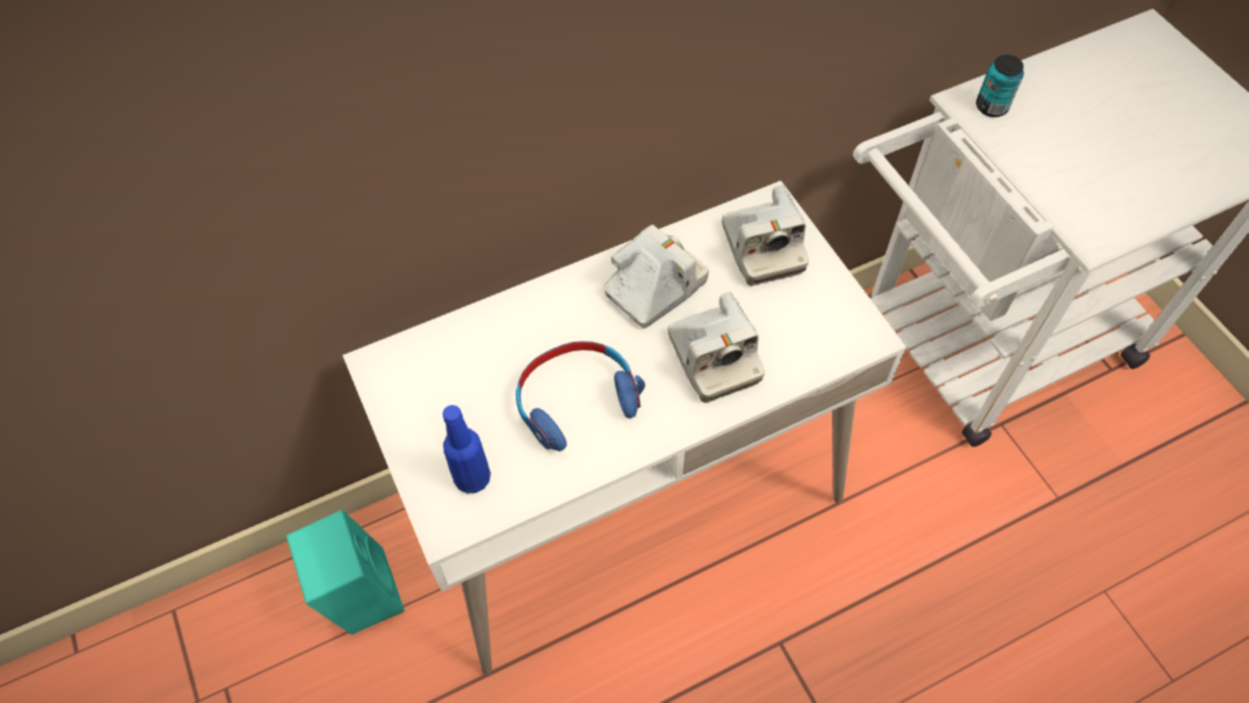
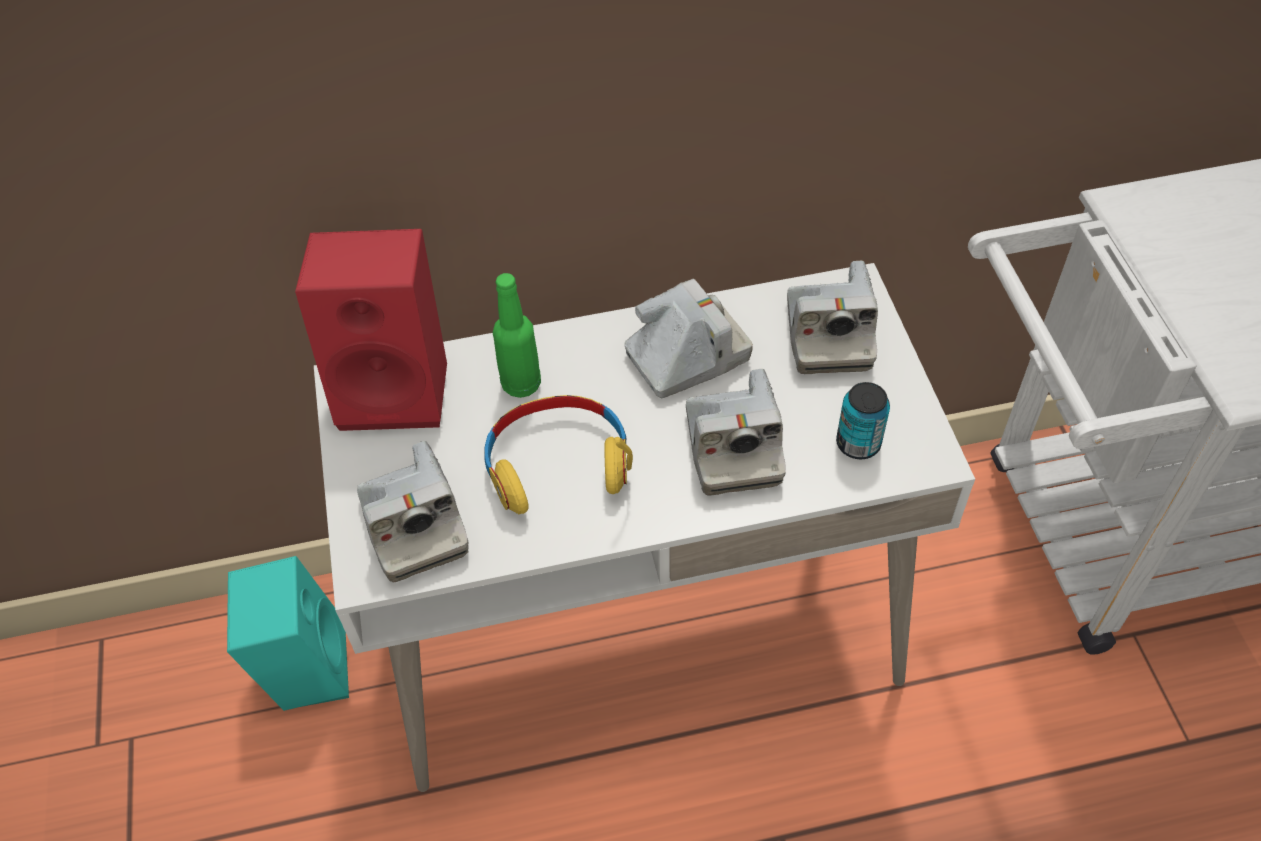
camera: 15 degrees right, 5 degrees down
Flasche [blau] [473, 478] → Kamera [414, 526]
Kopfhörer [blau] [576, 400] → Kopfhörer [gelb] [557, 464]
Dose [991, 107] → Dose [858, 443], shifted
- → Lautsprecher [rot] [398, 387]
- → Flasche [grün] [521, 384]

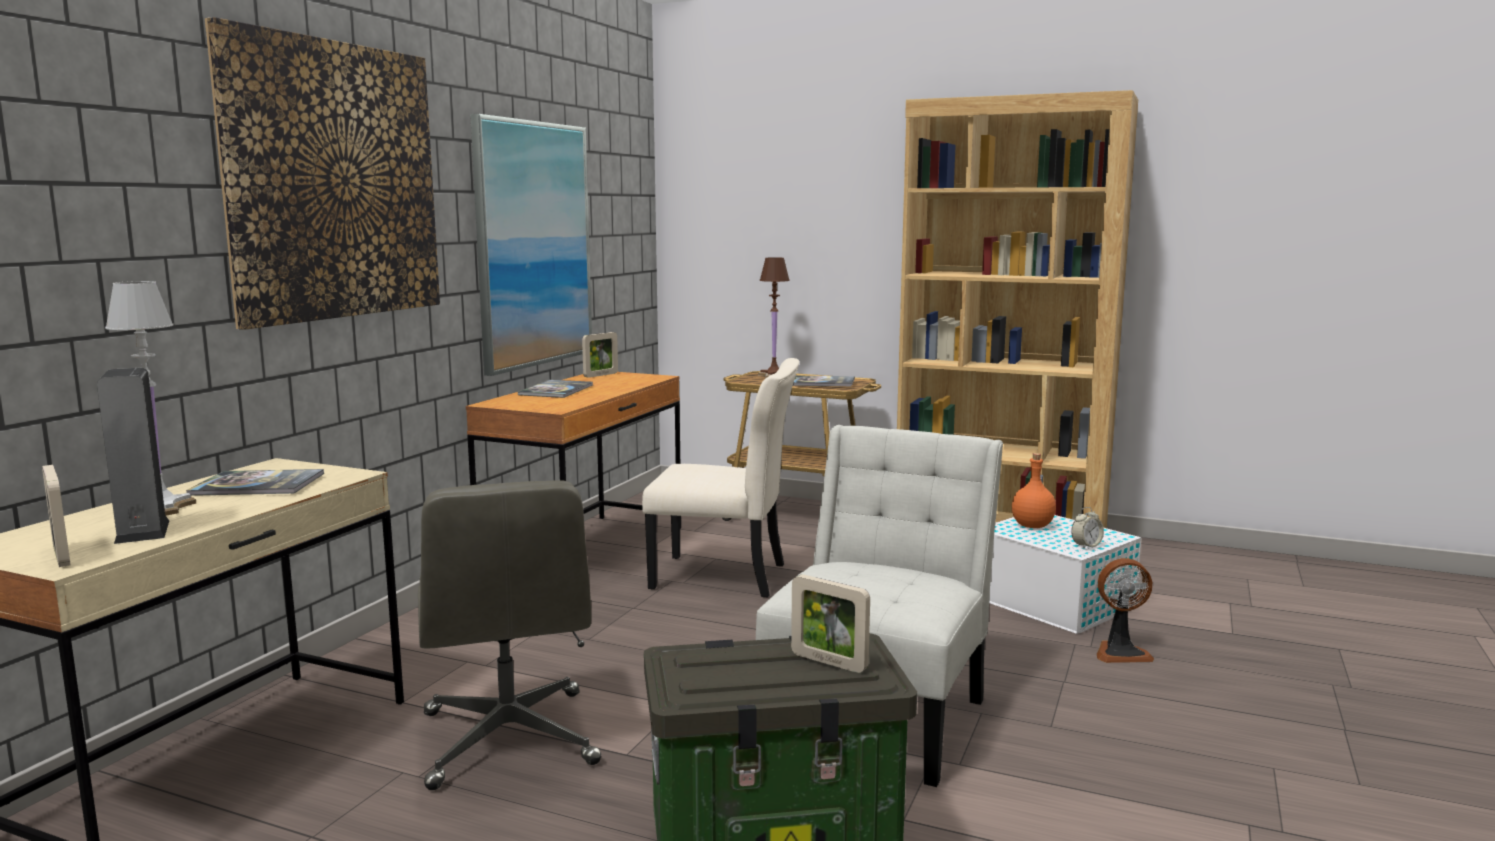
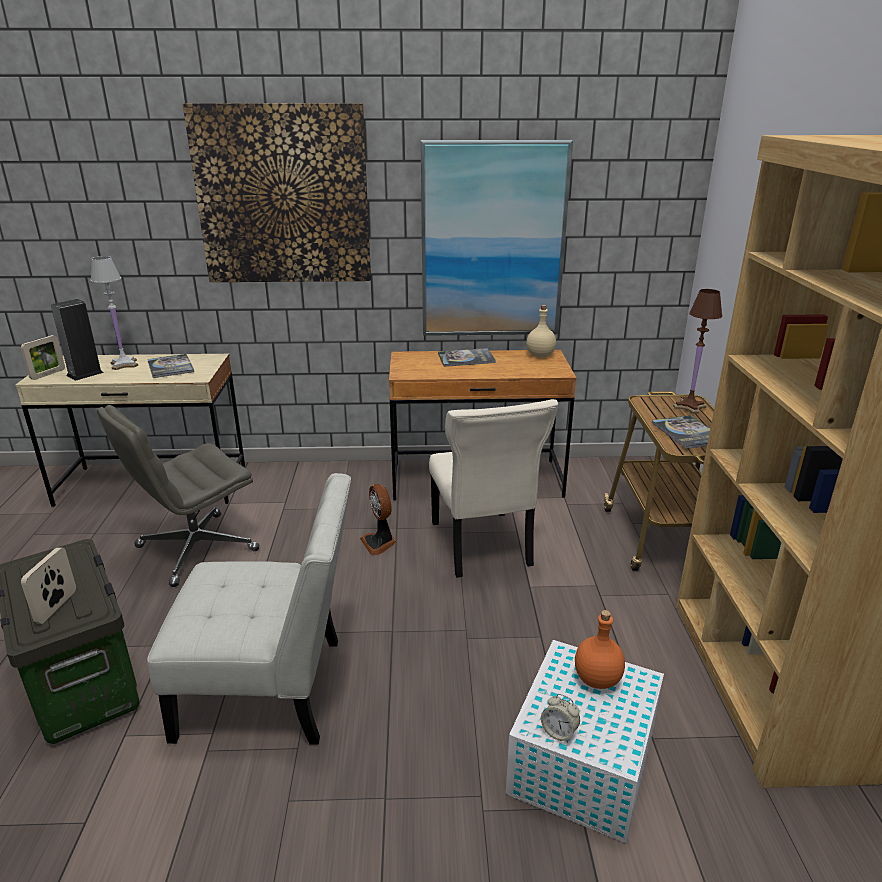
camera: 65 degrees right, 15 degrees up
Bilderrahmen [601, 375] → Flasche [beige] [540, 355]
Ventilator [1120, 653] → Ventilator [379, 543], shifted

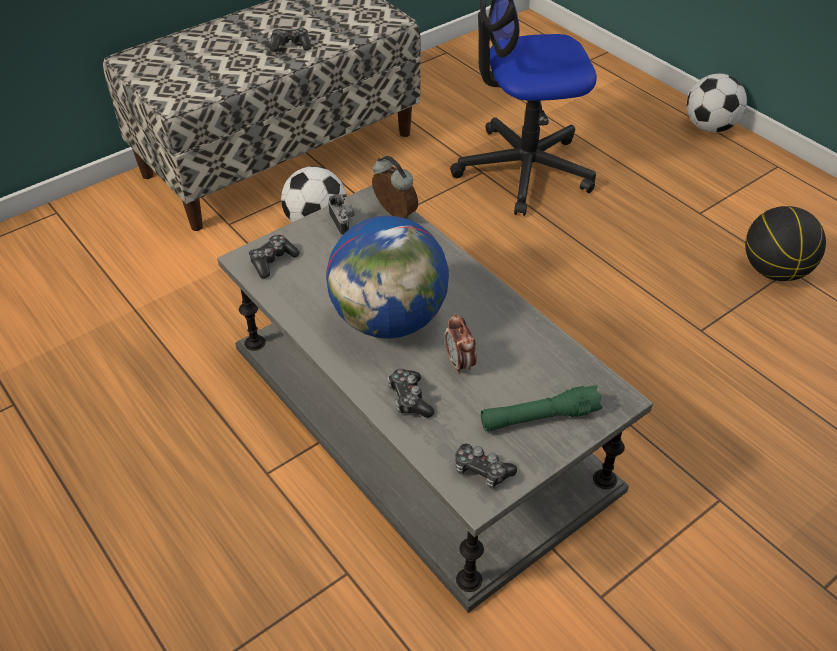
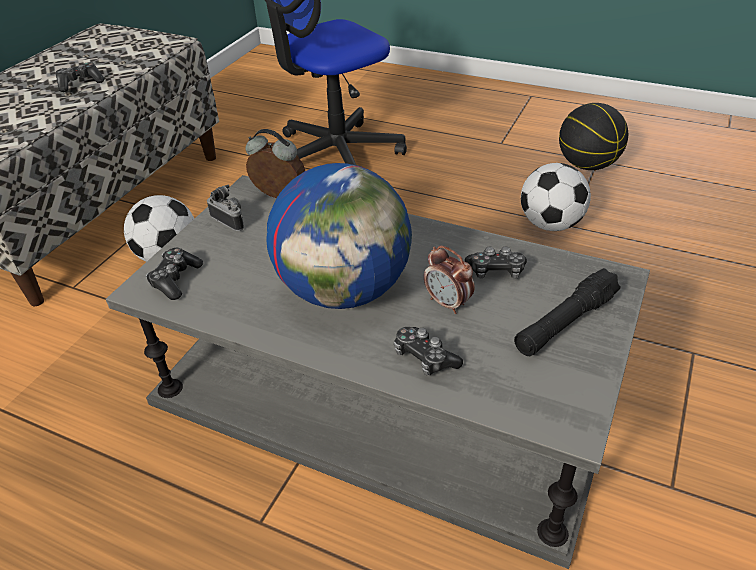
camera: 25 degrees left, 5 degrees down
Gamepad [481, 471] → Gamepad [496, 271], shifted
Taschenlampe [grün] [539, 418] → Taschenlampe [schwarz] [565, 323]
Fußball [710, 127] → Fußball [551, 224], shifted

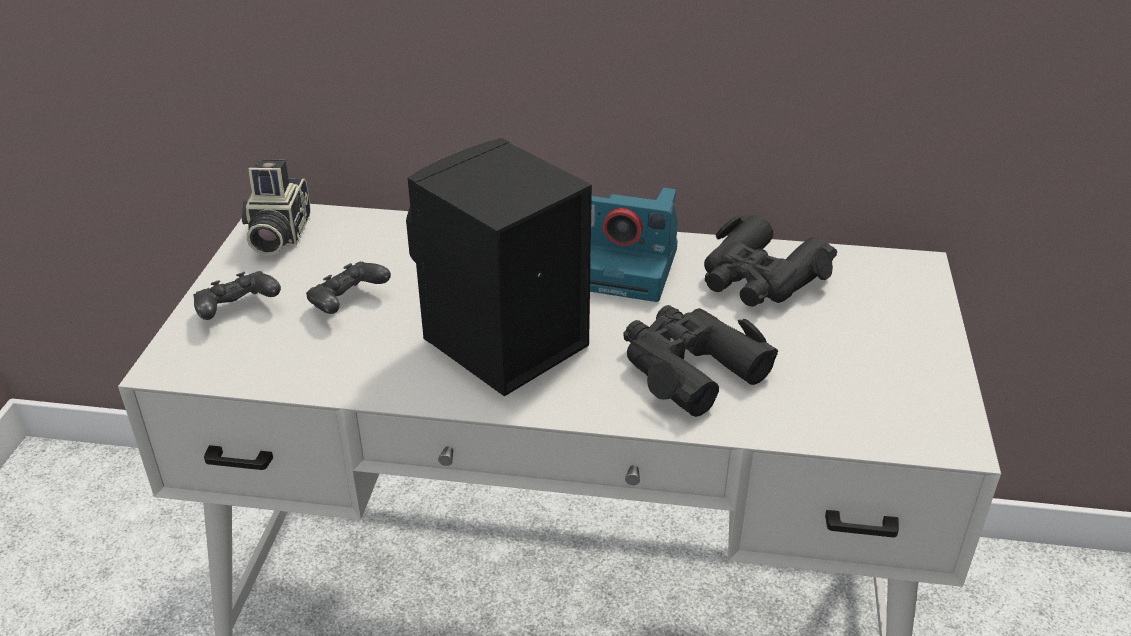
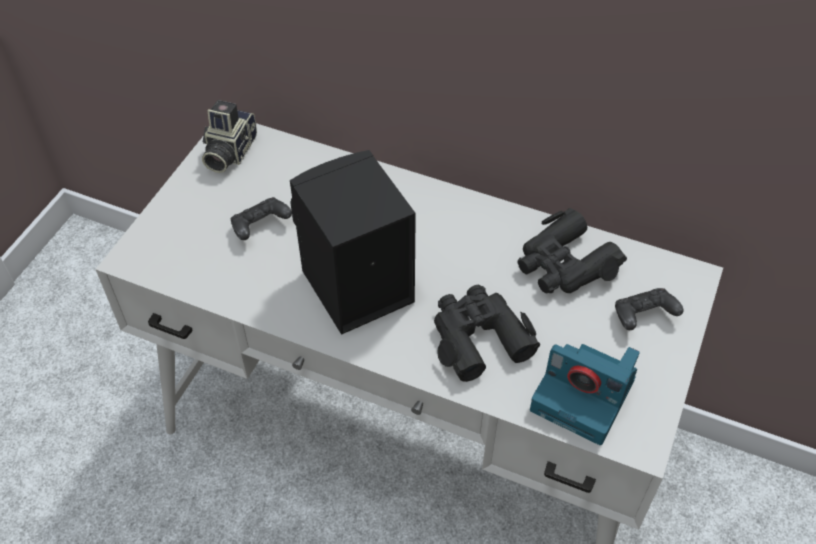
camera: 15 degrees right, 15 degrees up
Gamepad [schwarz] [237, 310] → Gamepad [schwarz] [643, 317], shifted
Kamera [627, 267] → Kamera [585, 396], shifted

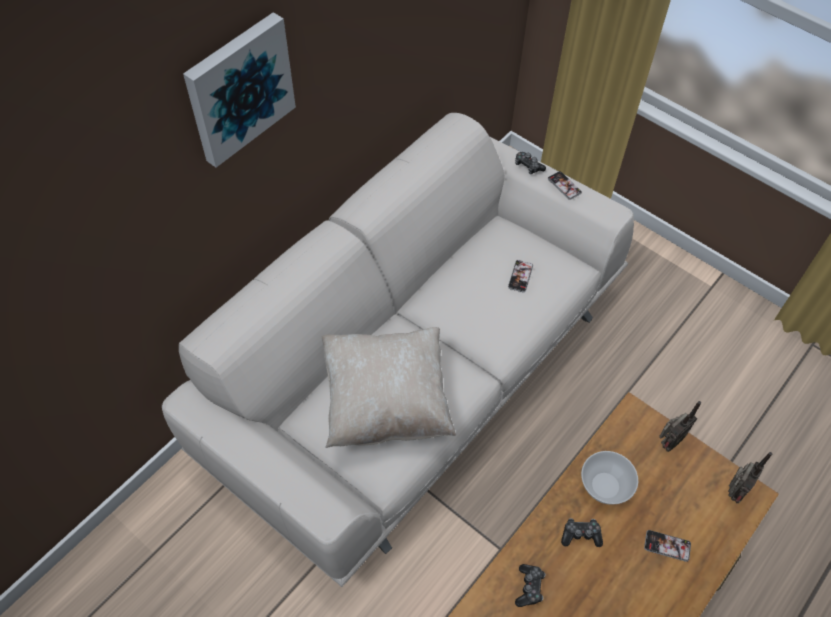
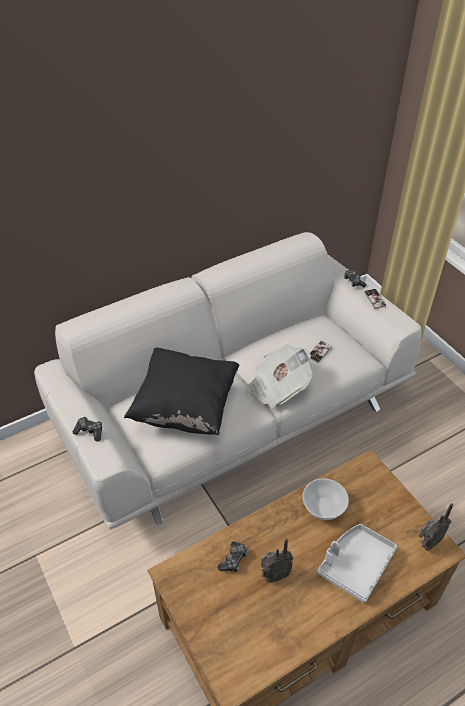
camera: 20 degrees right, 10 degrees down
Bild [238, 88] → -
Kissen [beige] [386, 401] → Kissen [schwarz] [185, 407]
Gamepad [580, 535] → Gamepad [89, 431], shifted
Handy [667, 546] → Tablett [grau] [355, 565]
Radio [667, 442] → Radio [274, 575], shifted
- → Zeitung [277, 387]

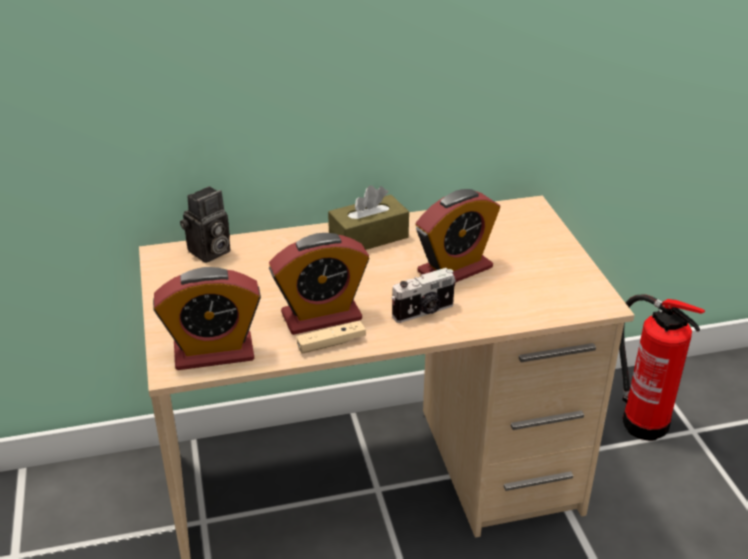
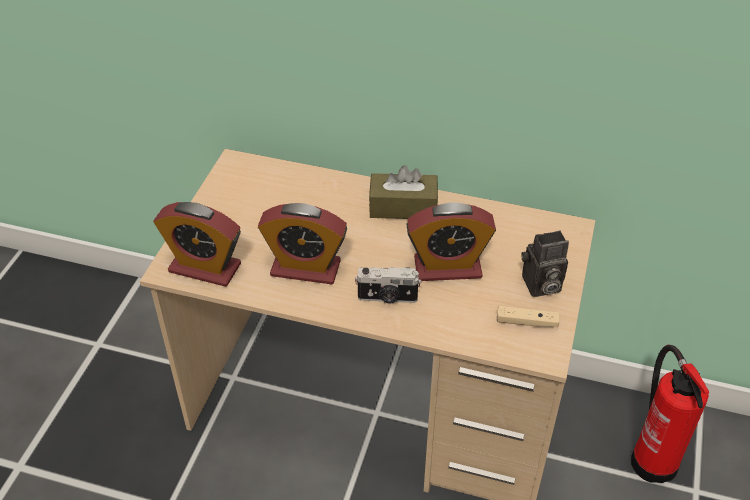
camera: 30 degrees right, 10 degrees up
Kamera [209, 253] → Kamera [540, 286], shifted
Gamepad [beige] [331, 343] → Gamepad [beige] [526, 322], shifted

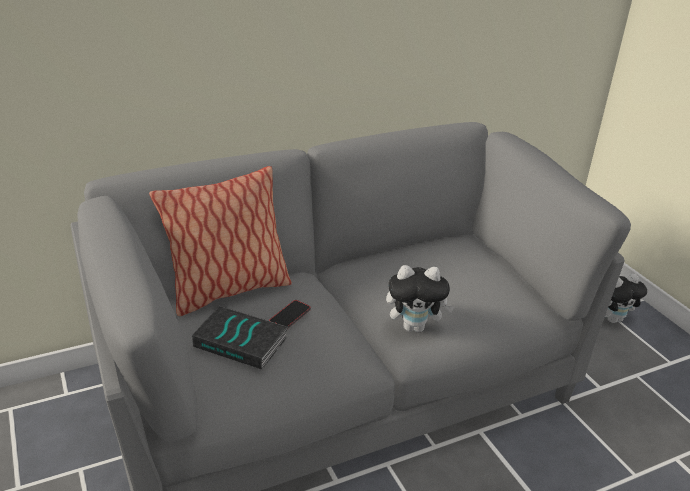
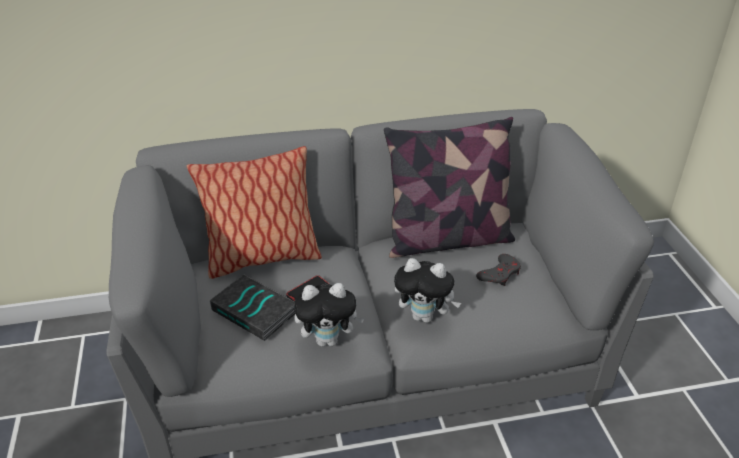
camera: 15 degrees right, 5 degrees up
Plüschtier [613, 319] → Plüschtier [328, 340], shifted
- → Kissen [447, 239]
- → Gamepad [grau] [500, 274]

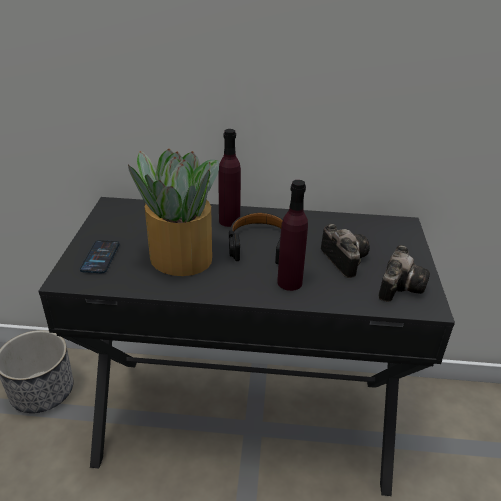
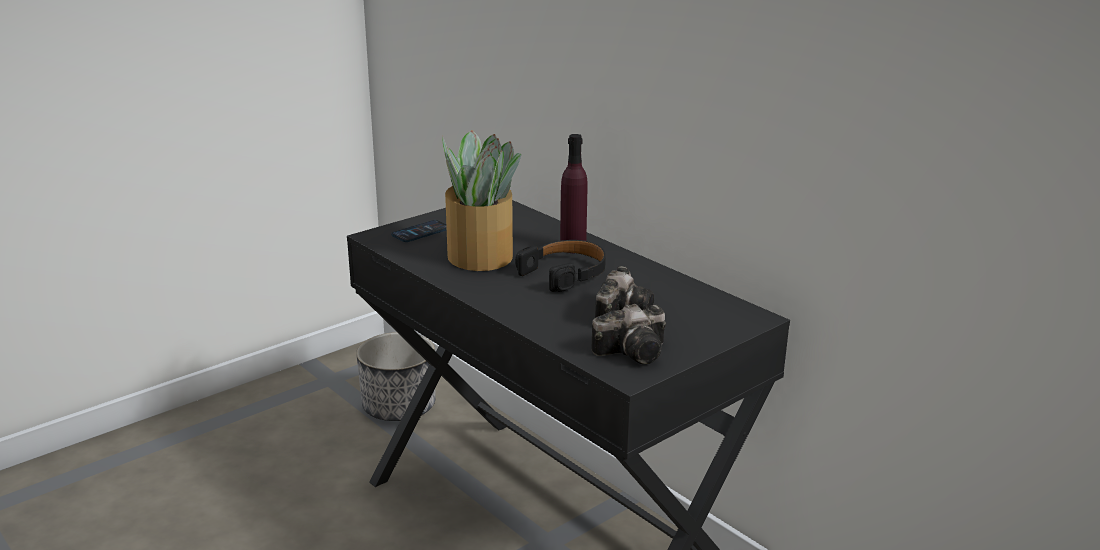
camera: 45 degrees right, 10 degrees down
Flasche [lila] [289, 282] → -

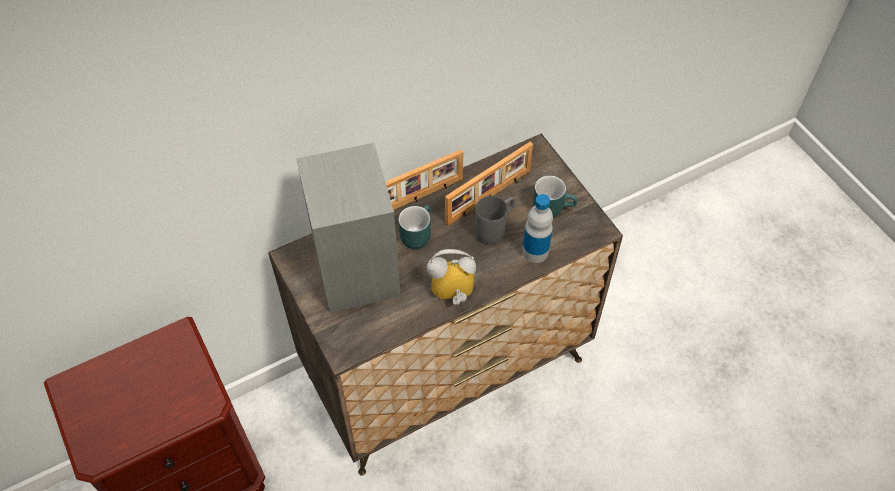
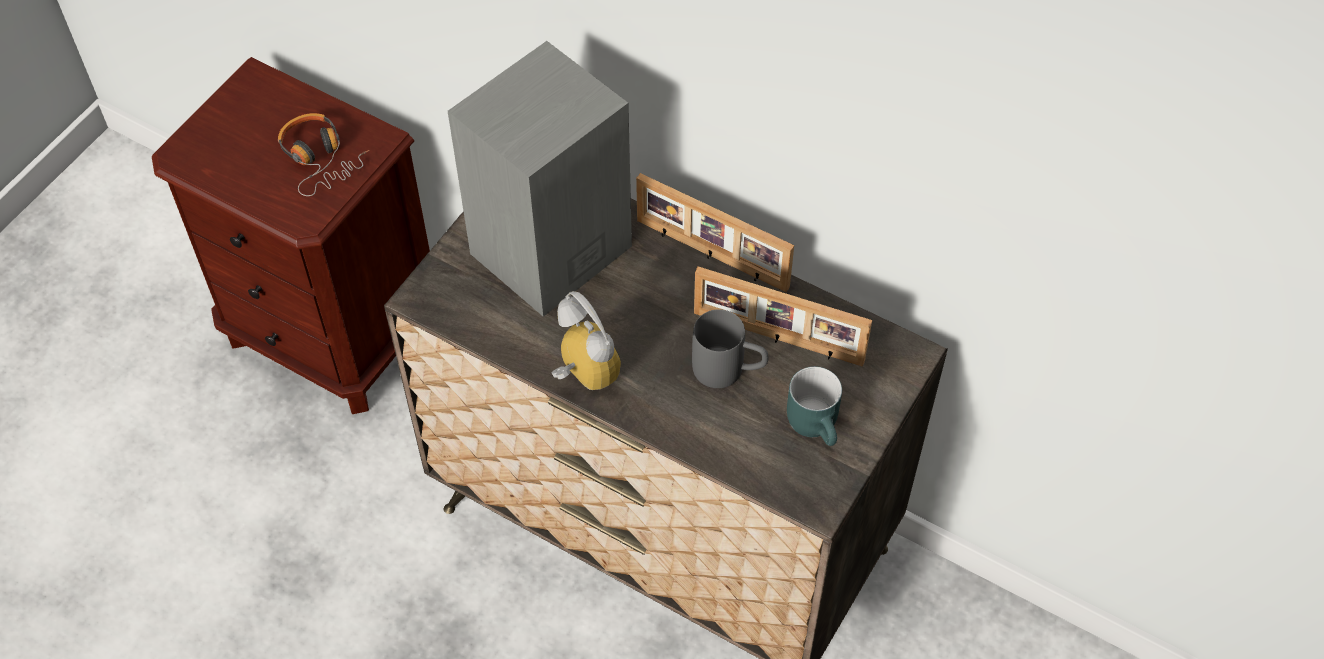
camera: 60 degrees right, 0 degrees up
Henkelbecher [türkis] [416, 234] → -
Flasche [535, 251] → -
- → Kopfhörer [320, 159]

